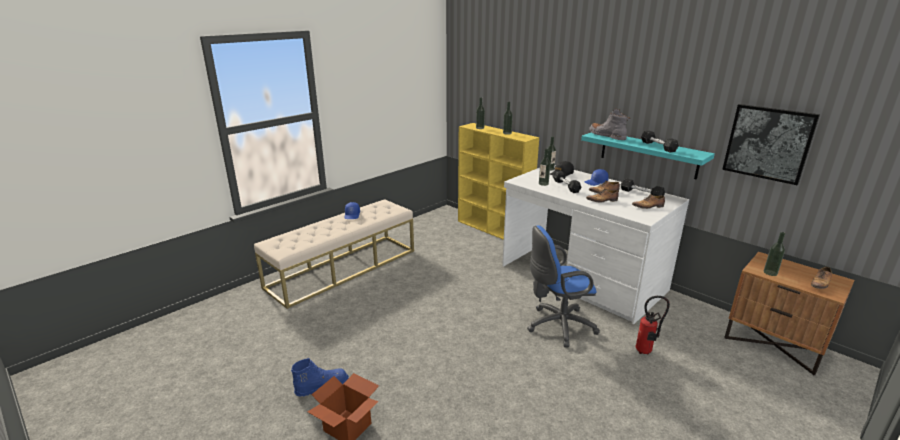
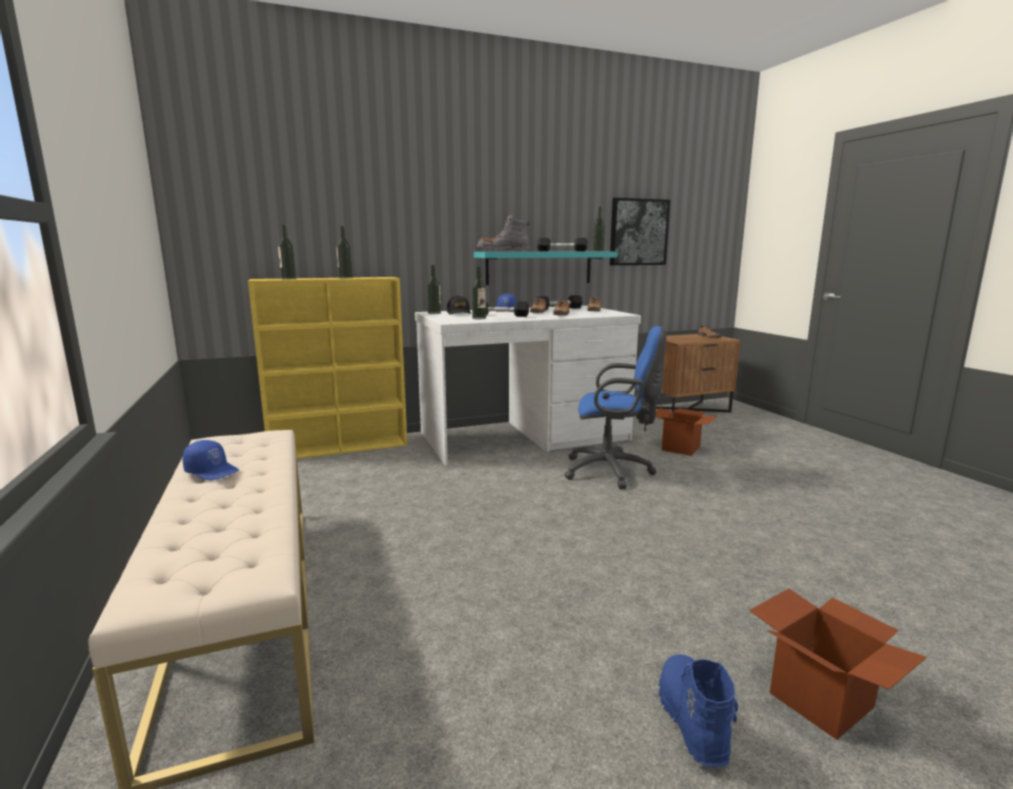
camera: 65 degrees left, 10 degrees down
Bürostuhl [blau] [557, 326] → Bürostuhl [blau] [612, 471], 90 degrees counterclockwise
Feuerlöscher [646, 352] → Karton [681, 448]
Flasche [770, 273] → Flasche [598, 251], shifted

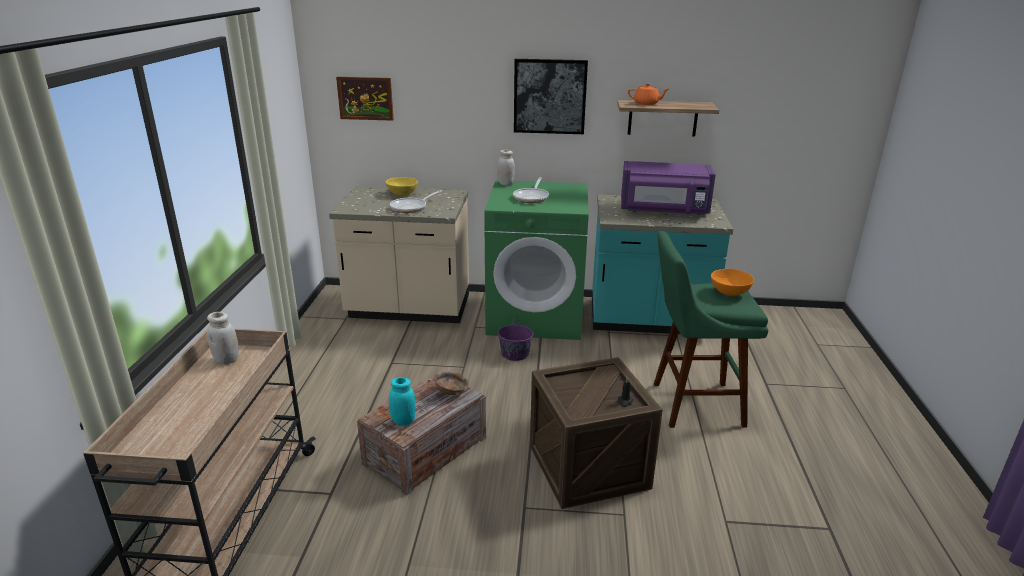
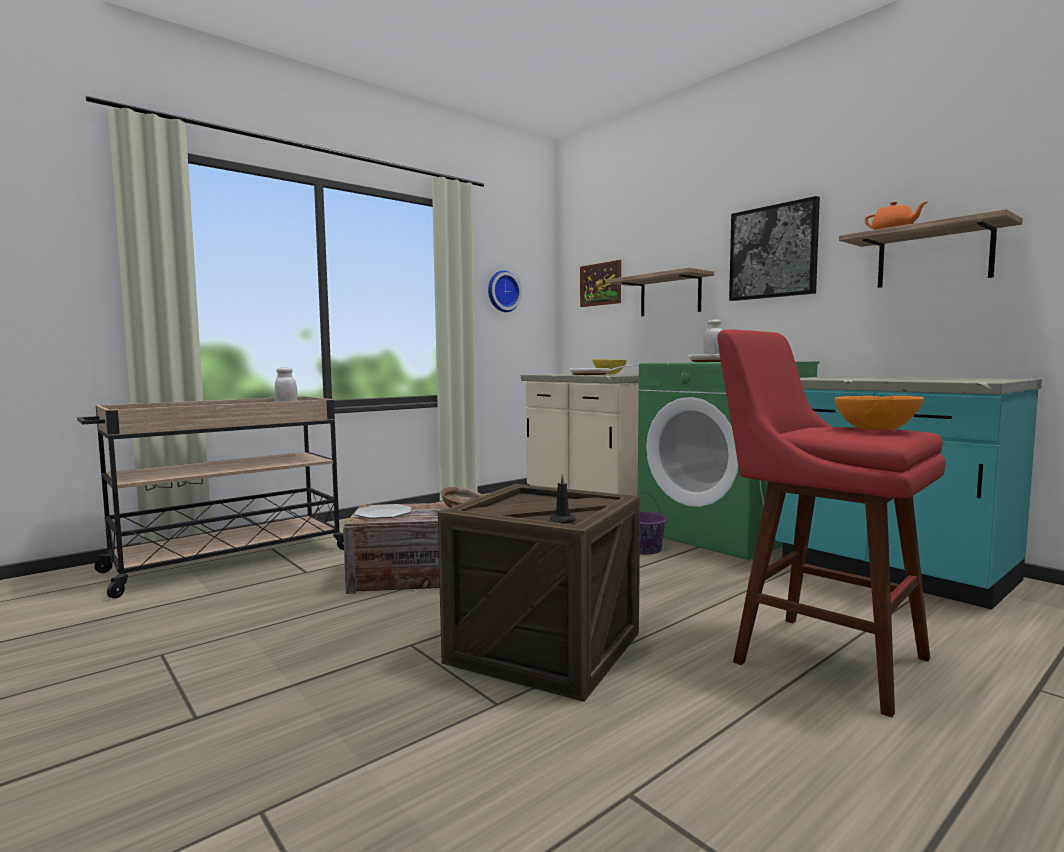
camera: 45 degrees right, 20 degrees down
Vorratsglas [türkis] [403, 421] → Teller [384, 513]
Mikrowelle [lila] [664, 211] → -
Hocker [grün] [691, 404] → Hocker [rot] [817, 656]
- → Wanduhr [502, 291]
- → Wandregal [670, 295]

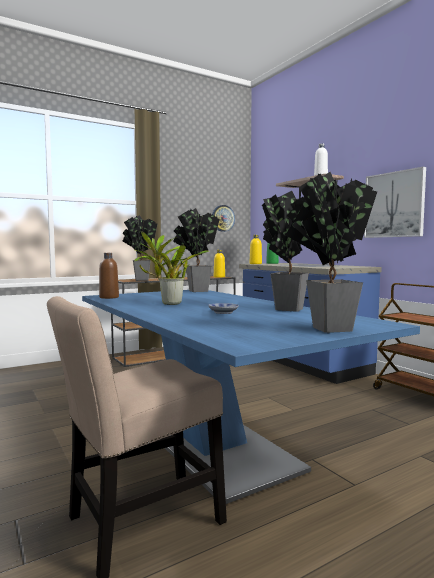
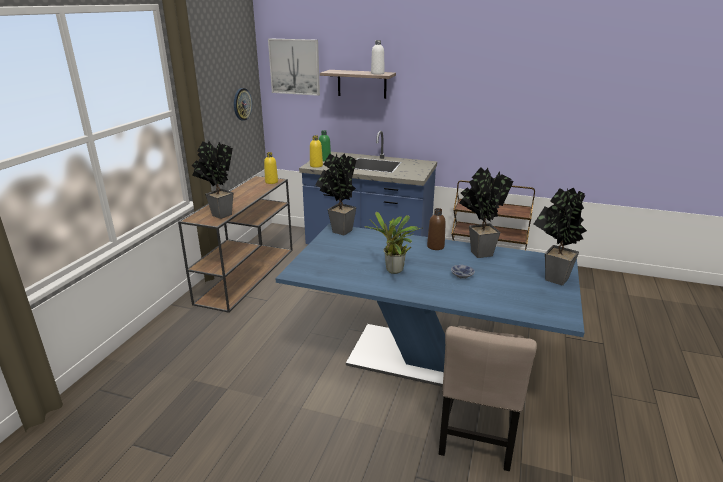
camera: 40 degrees left, 20 degrees up
Flasche [braun] [109, 297] → Flasche [braun] [435, 246], shifted
Bild [394, 204] → Bild [295, 66], shifted

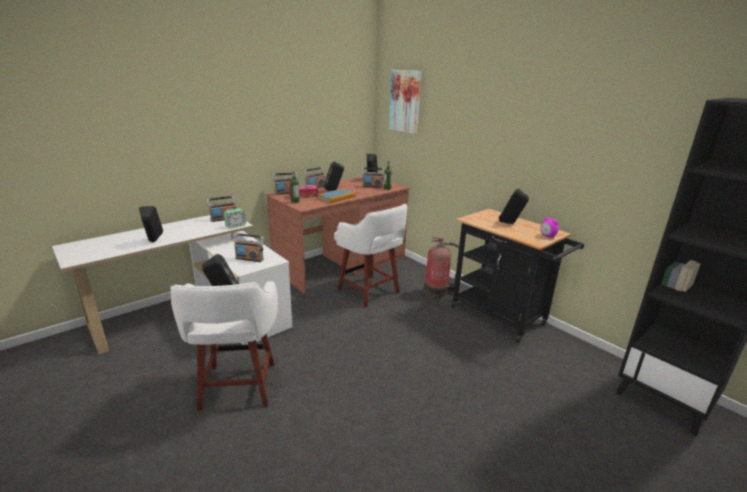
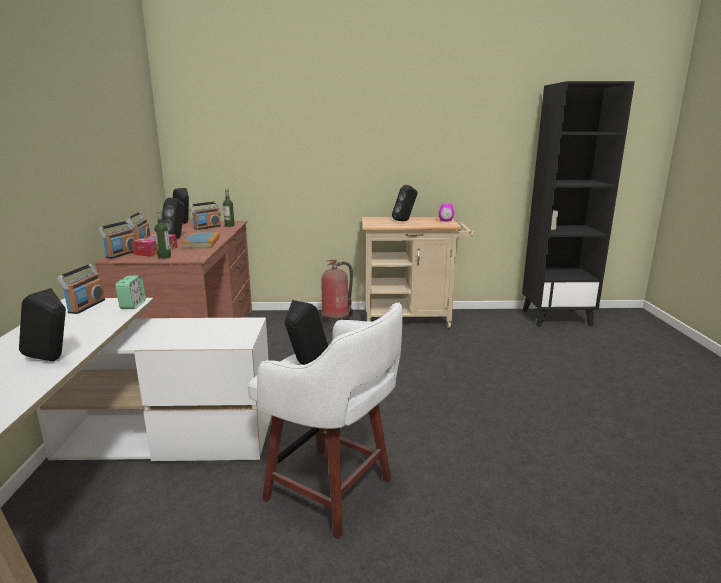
camera: 50 degrees left, 5 degrees down
Radio [249, 259] → -
Hocker [weiß] [370, 292] → -
Bild [405, 101] → -
Rollwagen [schwarz] [502, 318] → Rollwagen [beige] [412, 319]

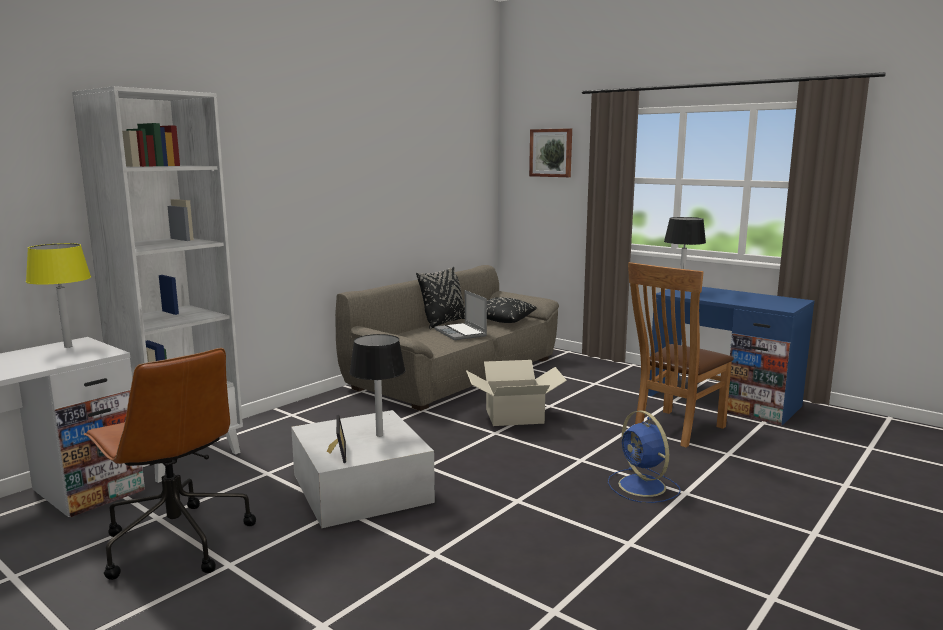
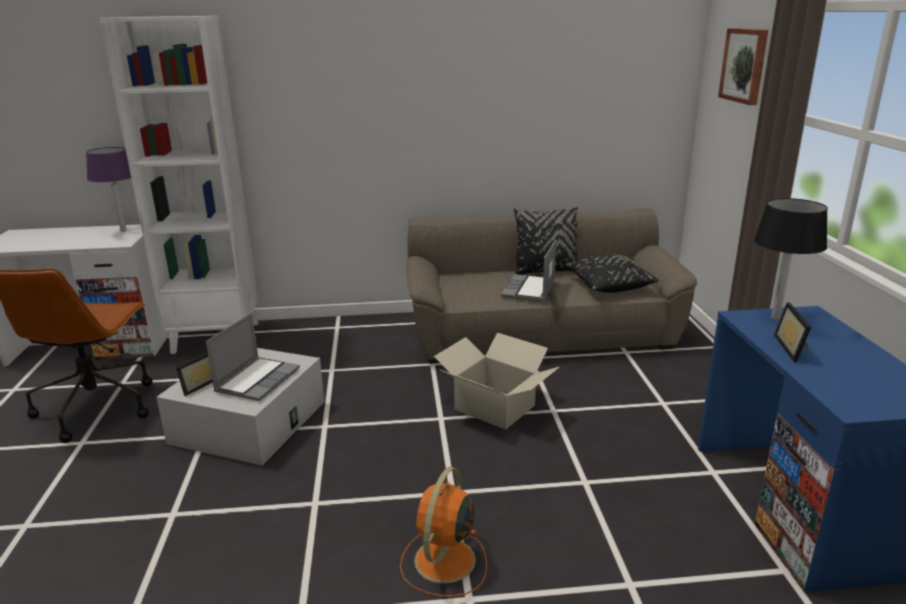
camera: 45 degrees right, 10 degrees up
Tischlampe [gelb] [68, 347] → Tischlampe [lila] [123, 230]
Tischlampe [schwarz] [379, 435] → Laptop [257, 380]
Ventilator [blau] [643, 487] → Ventilator [orange] [444, 562]
Stuhl [braun] [674, 430] → -
- → Bilderrahmen [794, 348]

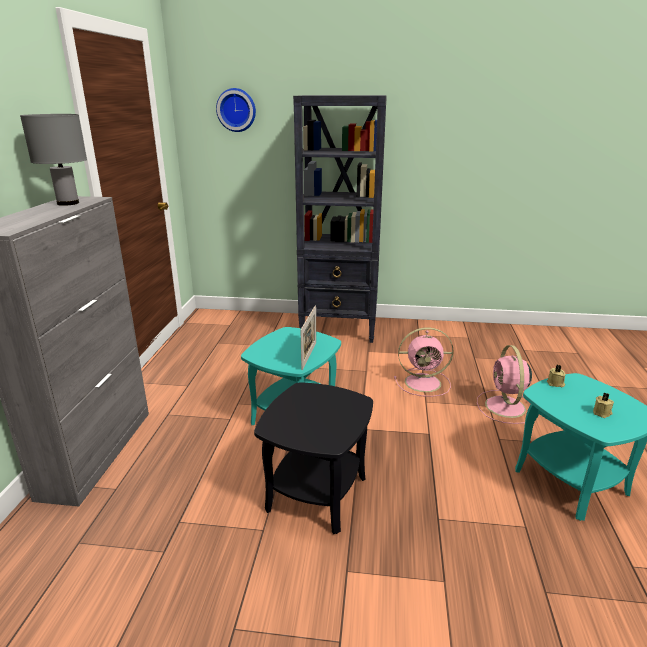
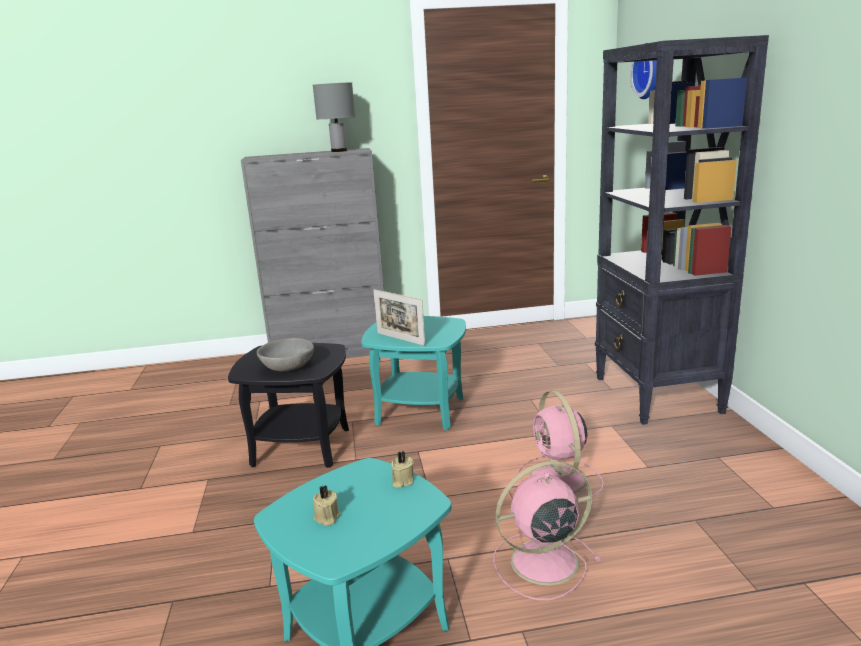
camera: 75 degrees right, 5 degrees down
Bilderrahmen [309, 355] → Bilderrahmen [400, 339], 45 degrees clockwise
- → Schüssel [grau] [288, 368]

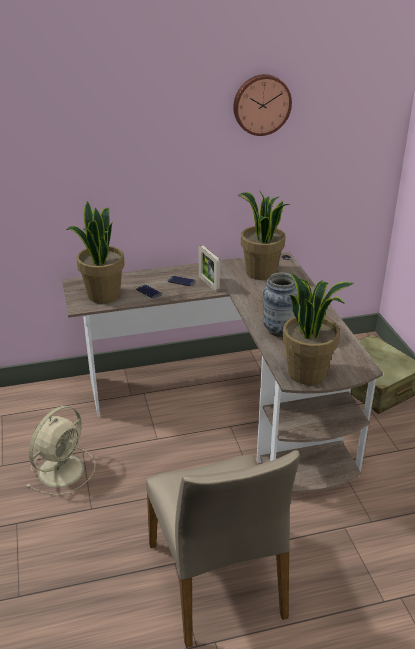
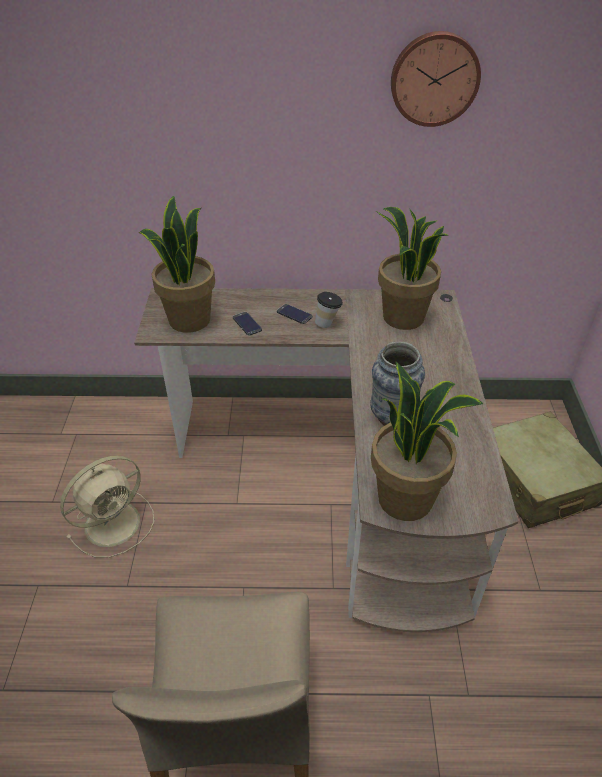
camera: 15 degrees right, 10 degrees up
Bilderrahmen [209, 283] → Tasse [328, 323]

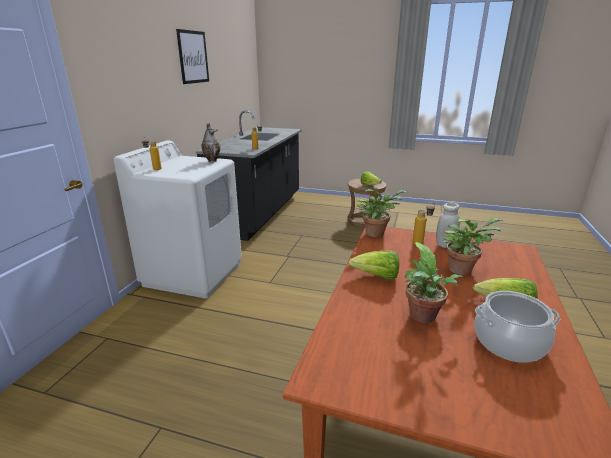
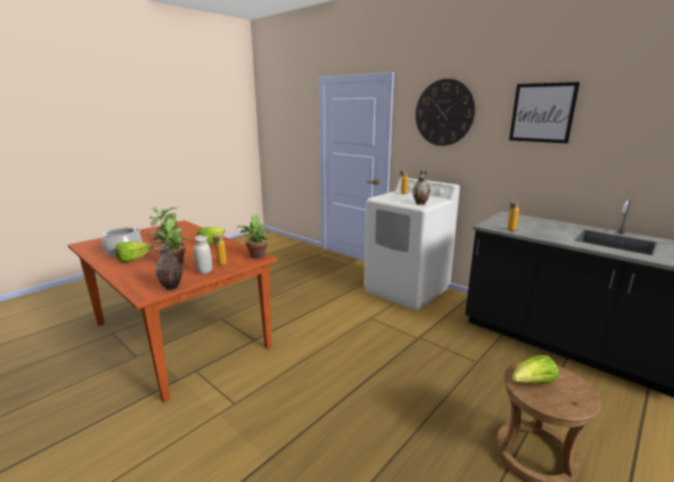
camera: 115 degrees right, 5 degrees down
- → Vase [171, 288]
- → Wanduhr [444, 113]

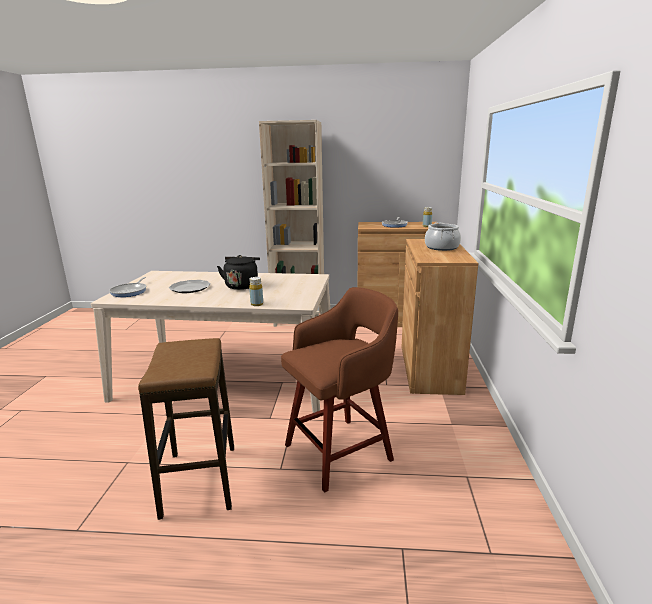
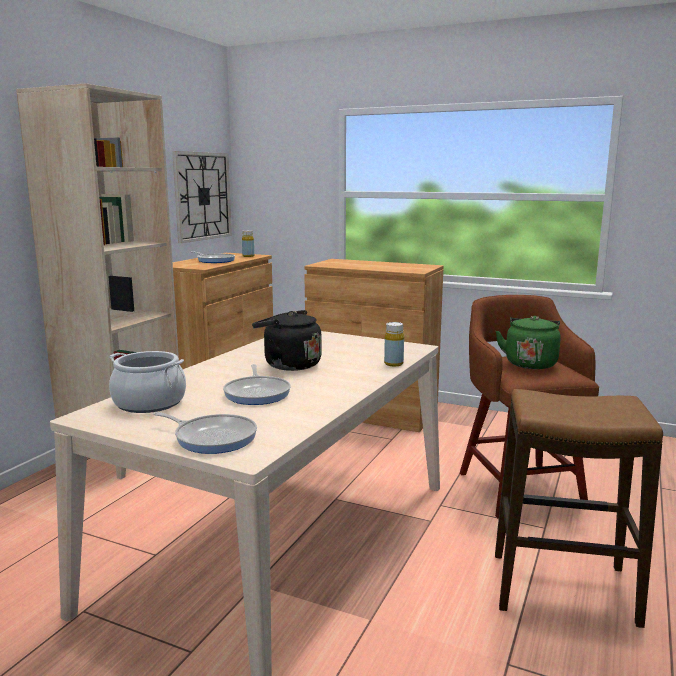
camera: 70 degrees left, 5 degrees down
Teller [190, 288] → Pfanne [257, 393]
Kochtopf [442, 247] → Kochtopf [149, 403], shifted
- → Wanduhr [202, 196]
- → Wasserkessel [grün] [530, 363]

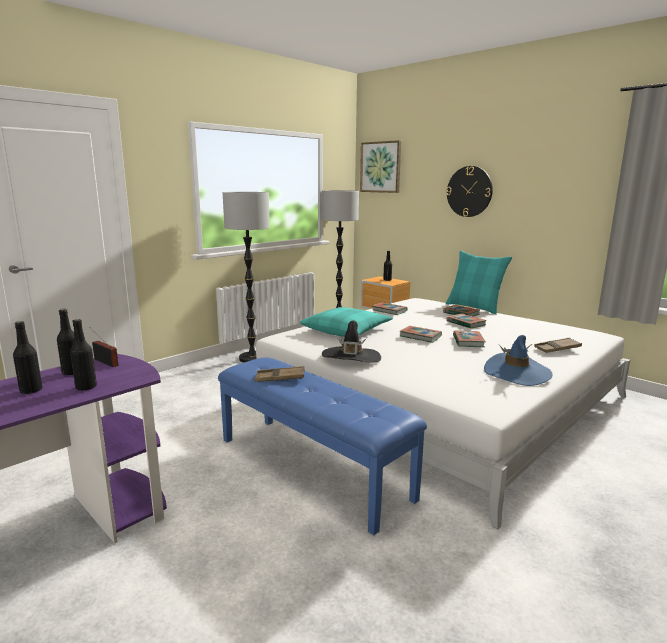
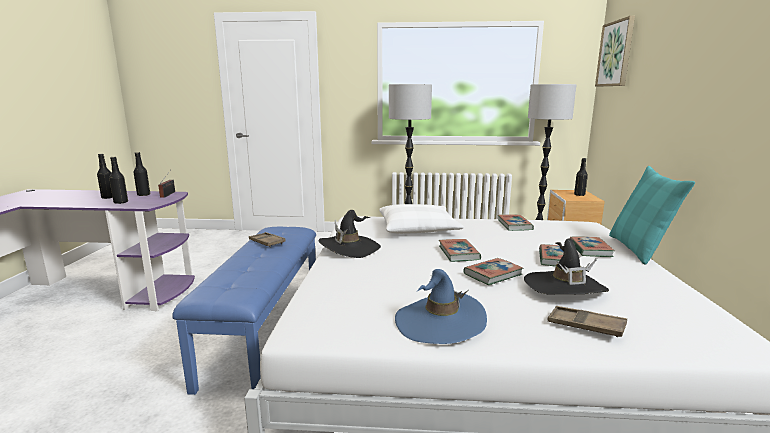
camera: 50 degrees right, 0 degrees up
Kissen [türkis] [346, 330] → Kissen [weiß] [418, 228]
Wanduhr [469, 191] → -
- → Hut [schwarz] [564, 287]

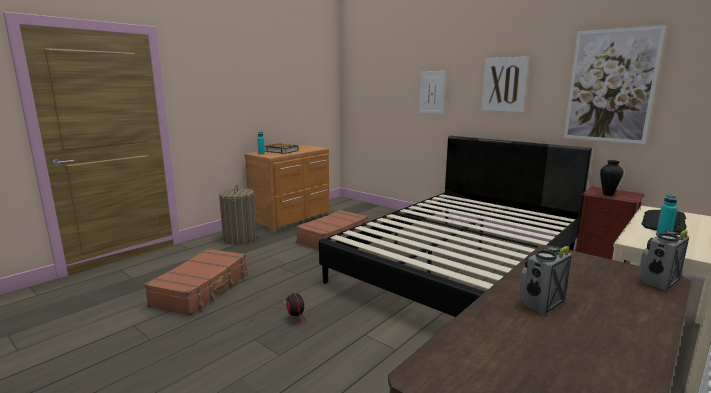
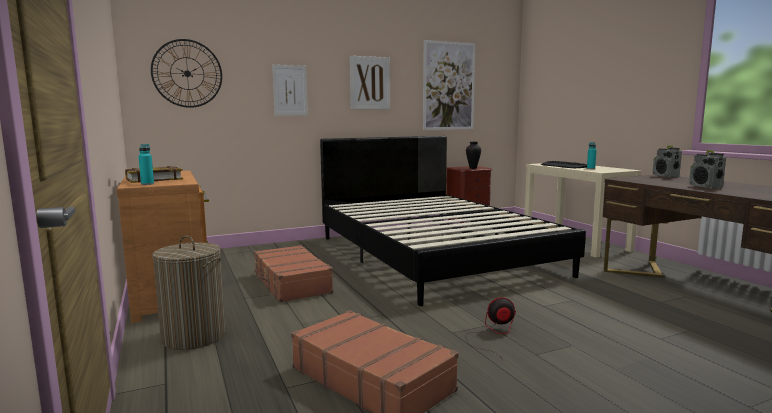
camera: 65 degrees left, 5 degrees down
- → Wanduhr [187, 73]

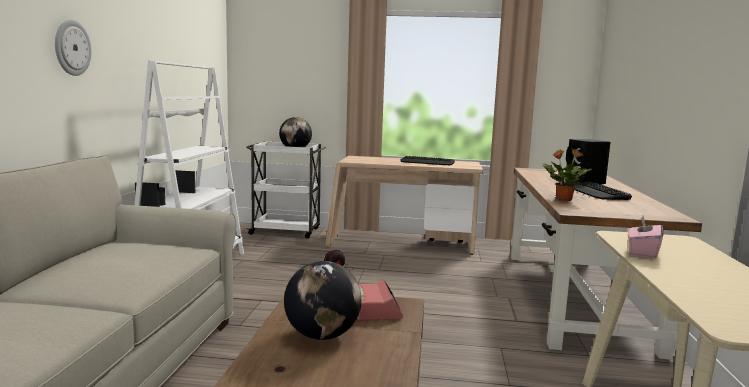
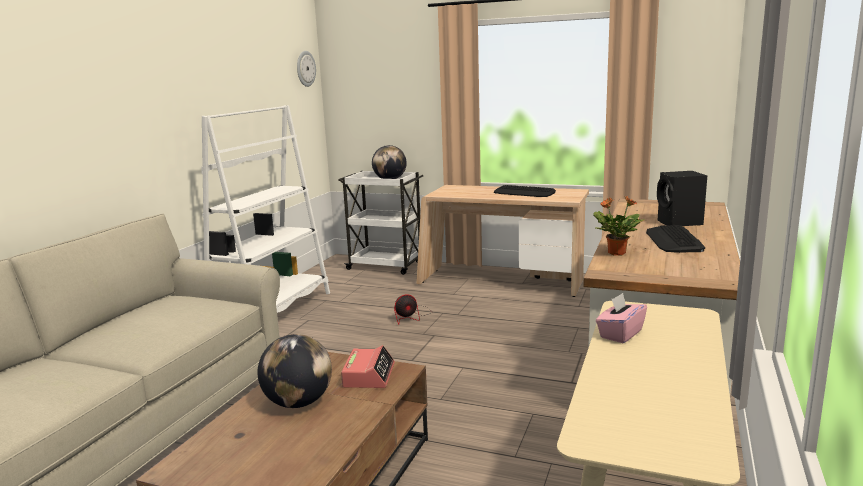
camera: 15 degrees right, 5 degrees up
Wanduhr [71, 48] → Wanduhr [305, 68], shifted

